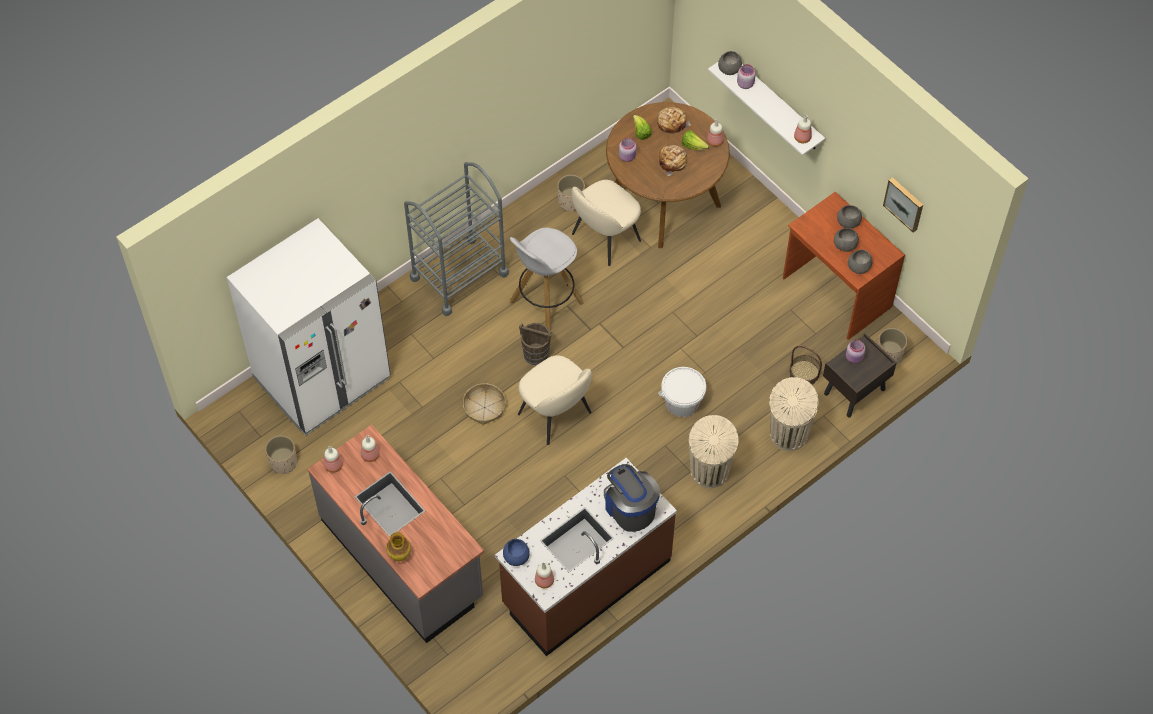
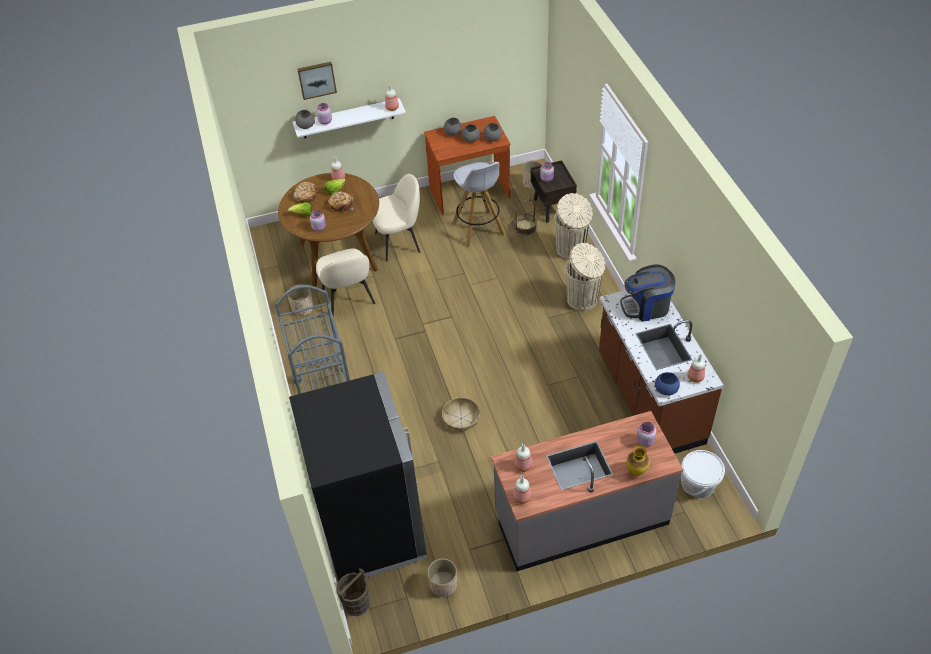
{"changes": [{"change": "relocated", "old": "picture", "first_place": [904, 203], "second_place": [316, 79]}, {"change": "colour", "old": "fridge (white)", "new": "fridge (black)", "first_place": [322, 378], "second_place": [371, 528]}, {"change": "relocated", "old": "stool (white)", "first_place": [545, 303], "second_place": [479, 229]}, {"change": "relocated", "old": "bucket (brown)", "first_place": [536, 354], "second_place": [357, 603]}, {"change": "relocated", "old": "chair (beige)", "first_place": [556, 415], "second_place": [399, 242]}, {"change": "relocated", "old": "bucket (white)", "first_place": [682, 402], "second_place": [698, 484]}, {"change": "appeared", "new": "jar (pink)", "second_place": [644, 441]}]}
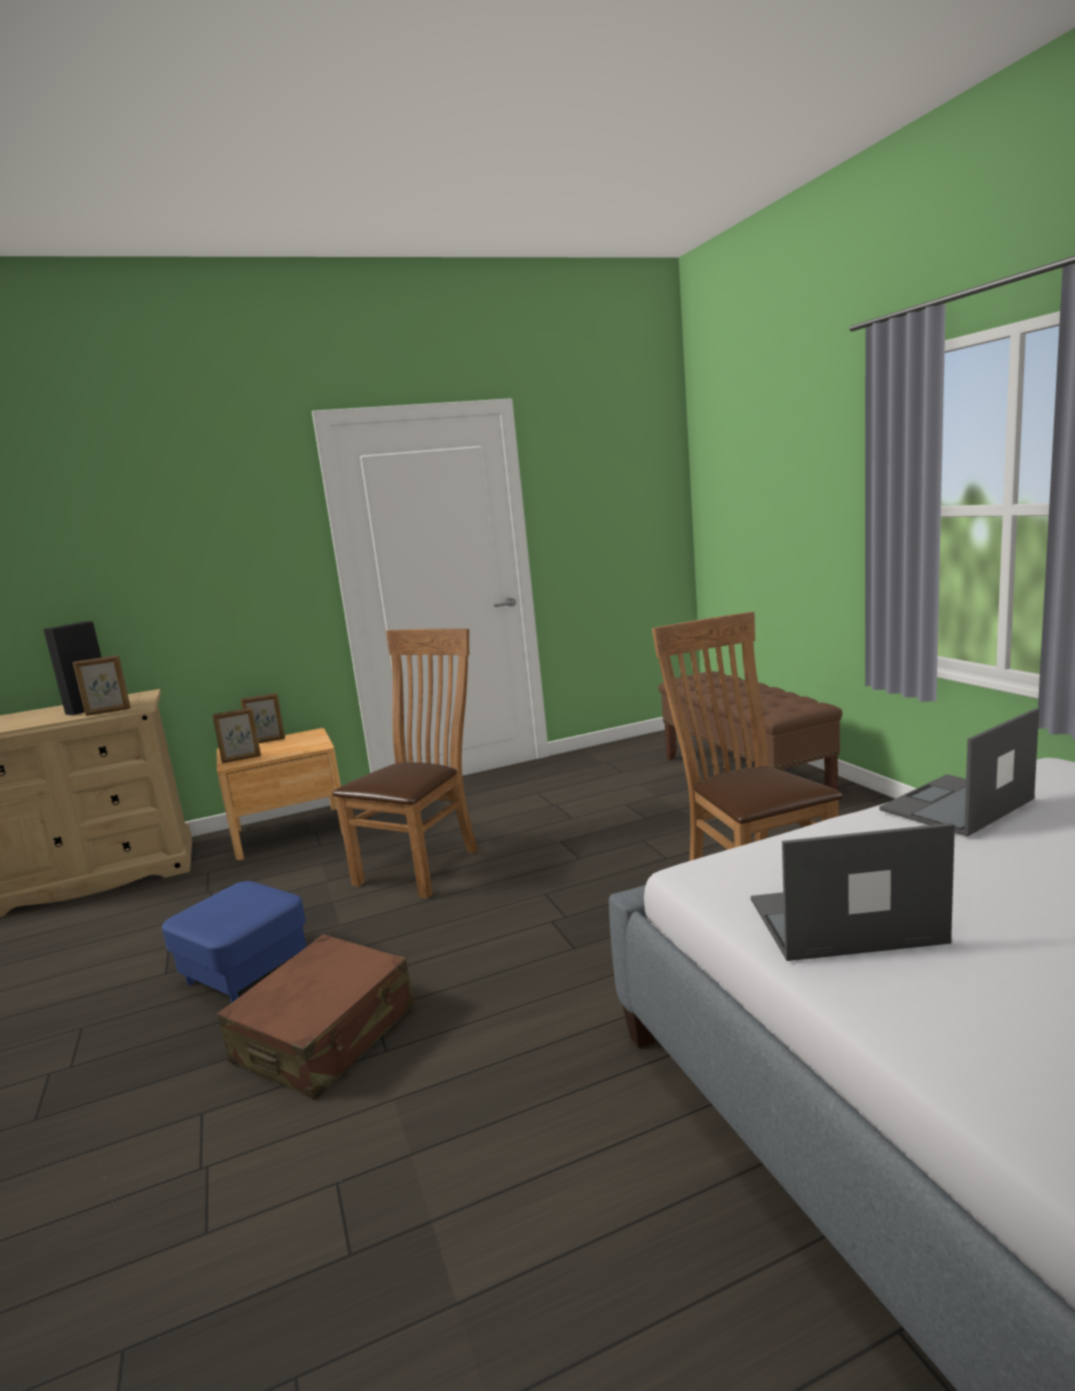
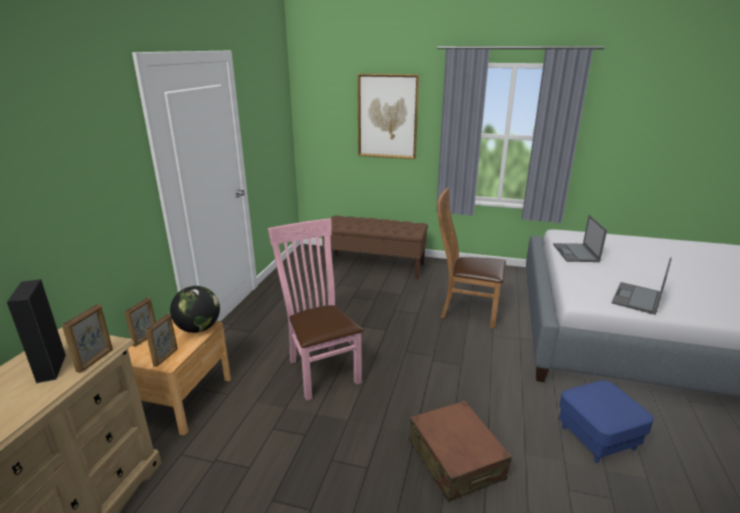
{"changes": [{"change": "colour", "old": "chair (brown)", "new": "chair (pink)", "first_place": [424, 864], "second_place": [321, 369]}, {"change": "relocated", "old": "ottoman (blue)", "first_place": [245, 972], "second_place": [597, 437]}, {"change": "appeared", "new": "picture", "second_place": [387, 116]}, {"change": "appeared", "new": "globe", "second_place": [198, 328]}]}
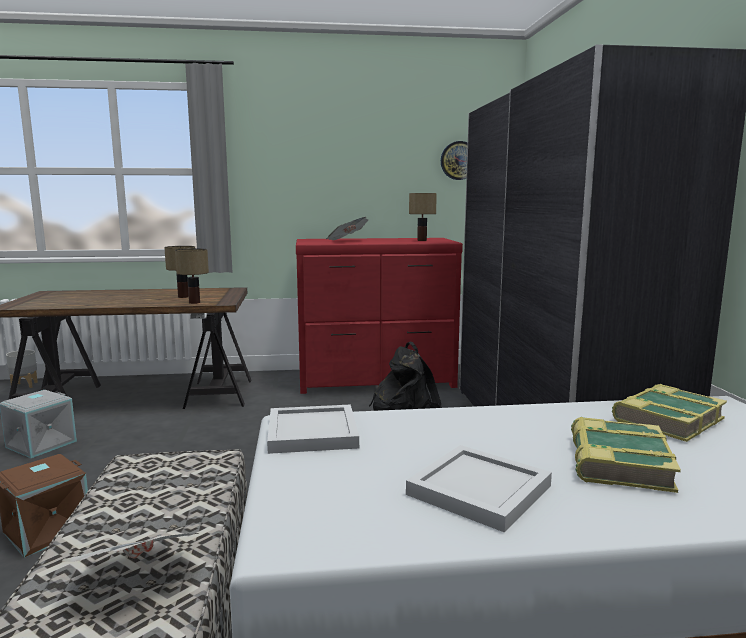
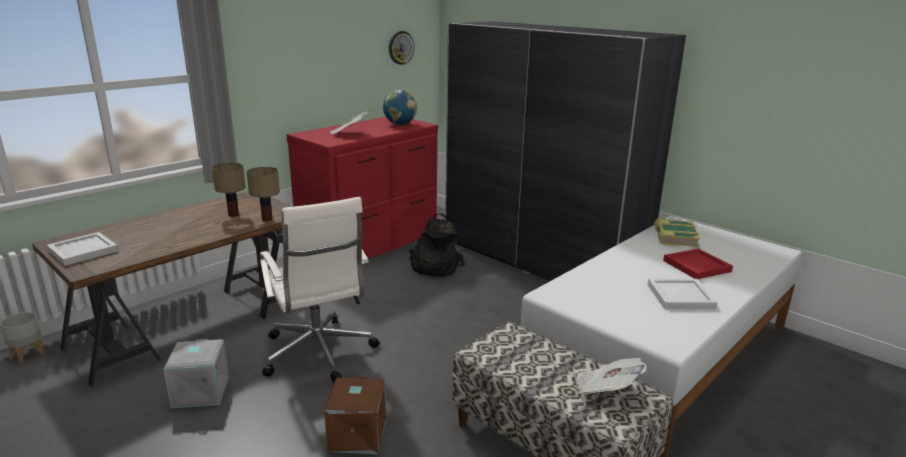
{"changes": [{"change": "exchanged", "old": "table lamp", "new": "globe", "first_place": [422, 240], "second_place": [400, 124]}, {"change": "relocated", "old": "tray (white)", "first_place": [313, 432], "second_place": [84, 250]}, {"change": "exchanged", "old": "book", "new": "tray (red)", "first_place": [618, 463], "second_place": [695, 266]}, {"change": "appeared", "new": "office chair (white)", "second_place": [319, 354]}]}
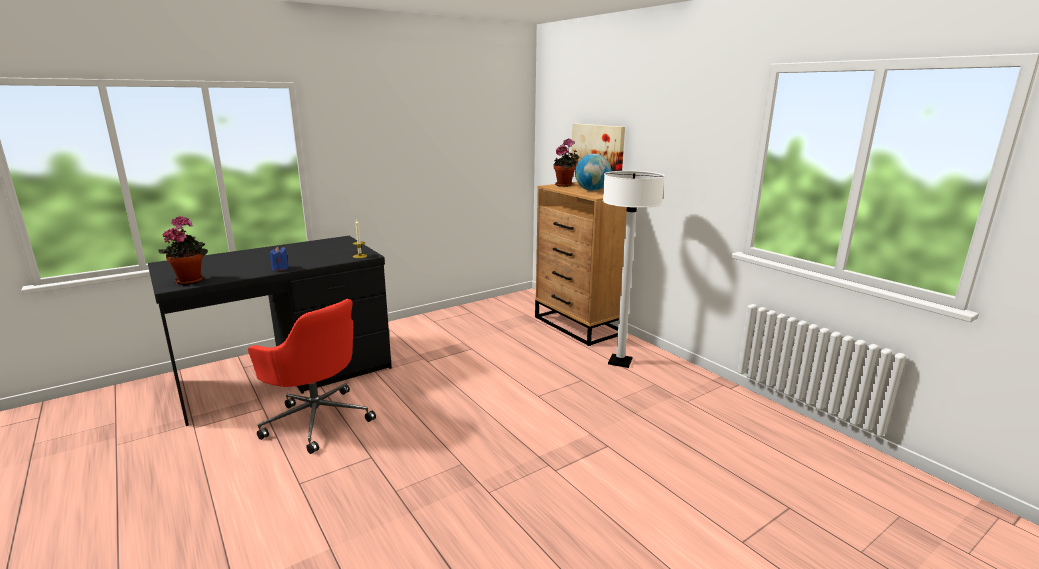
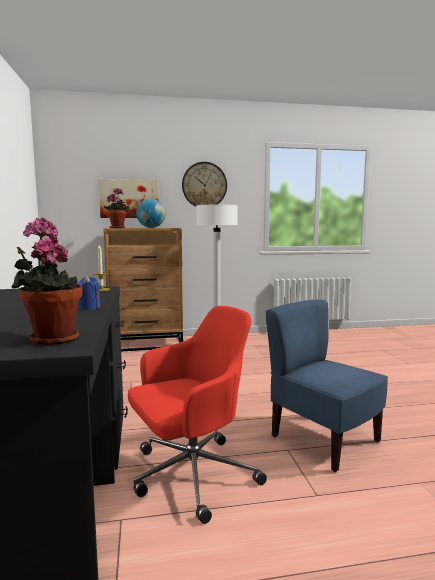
{"changes": [{"change": "appeared", "new": "wall clock", "second_place": [204, 185]}, {"change": "appeared", "new": "chair (blue)", "second_place": [323, 440]}]}
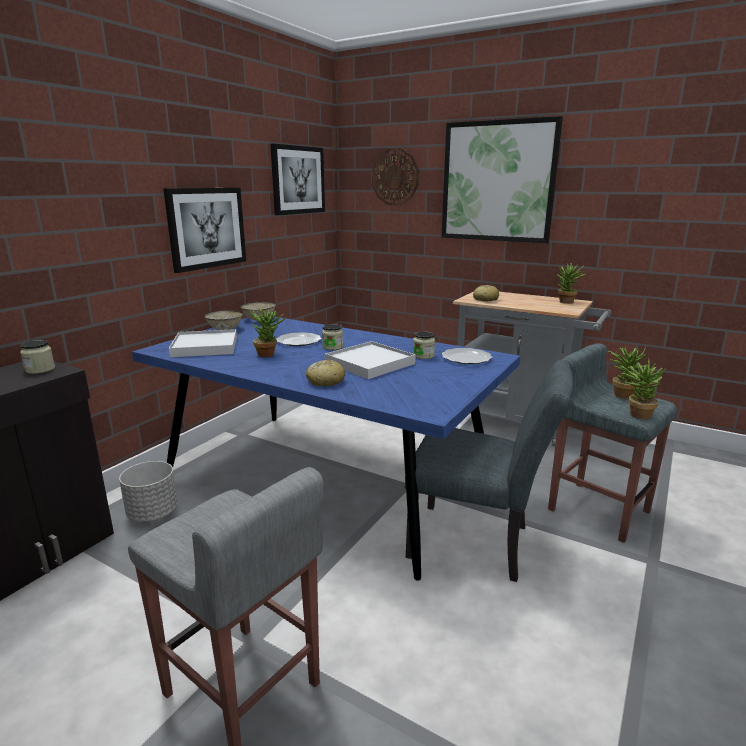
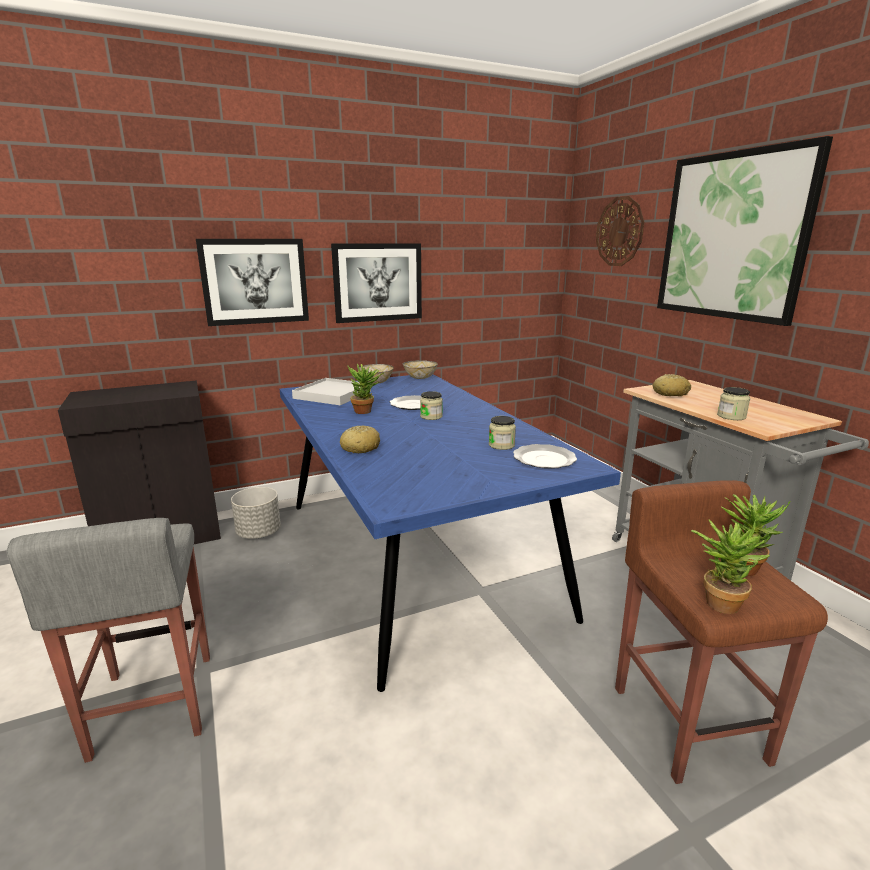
{"changes": [{"change": "relocated", "old": "picture", "first_place": [298, 180], "second_place": [255, 281]}, {"change": "missing", "old": "potted plant", "first_place": [566, 302]}, {"change": "relocated", "old": "jar", "first_place": [40, 369], "second_place": [731, 416]}, {"change": "missing", "old": "tray (white)", "first_place": [370, 363]}, {"change": "colour", "old": "stool (grey)", "new": "stool (brown)", "first_place": [597, 509], "second_place": [687, 721]}, {"change": "missing", "old": "chair (grey)", "first_place": [479, 543]}]}
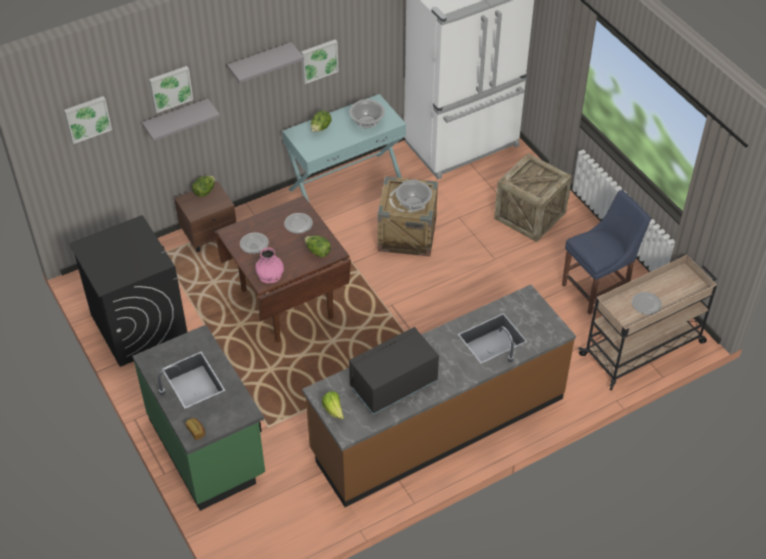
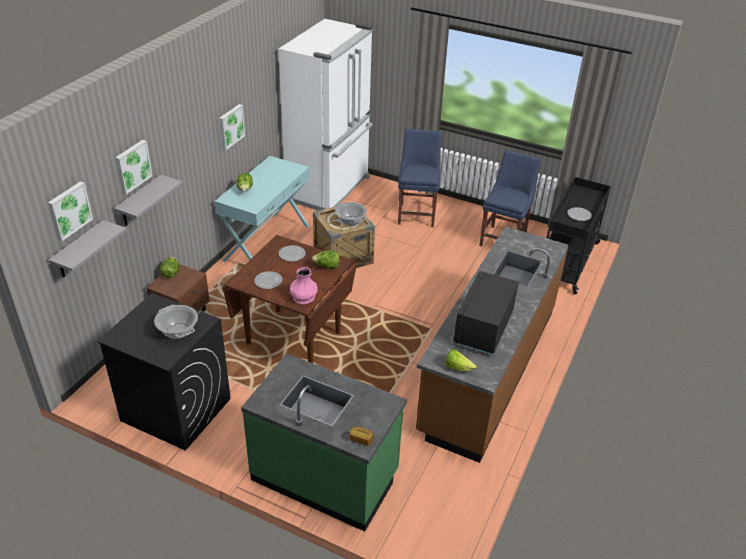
{"changes": [{"change": "relocated", "old": "shelf (grey)", "first_place": [260, 63], "second_place": [79, 250]}, {"change": "relocated", "old": "cooking pot", "first_place": [367, 122], "second_place": [178, 331]}, {"change": "exchanged", "old": "crate", "new": "chair (blue)", "first_place": [530, 215], "second_place": [417, 213]}, {"change": "colour", "old": "cart (beige)", "new": "cart (black)", "first_place": [643, 348], "second_place": [567, 261]}]}
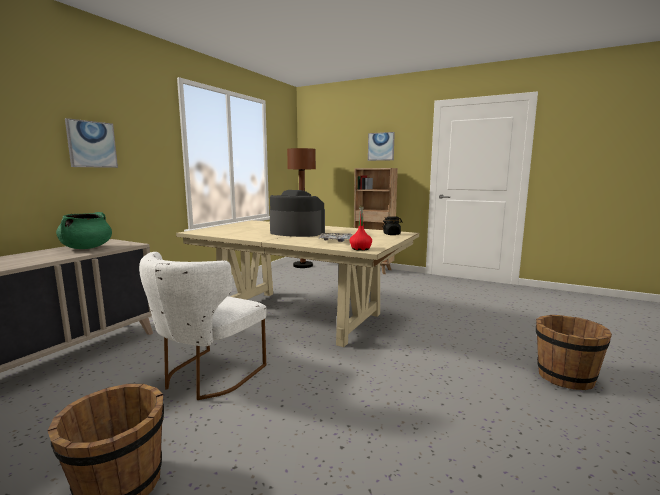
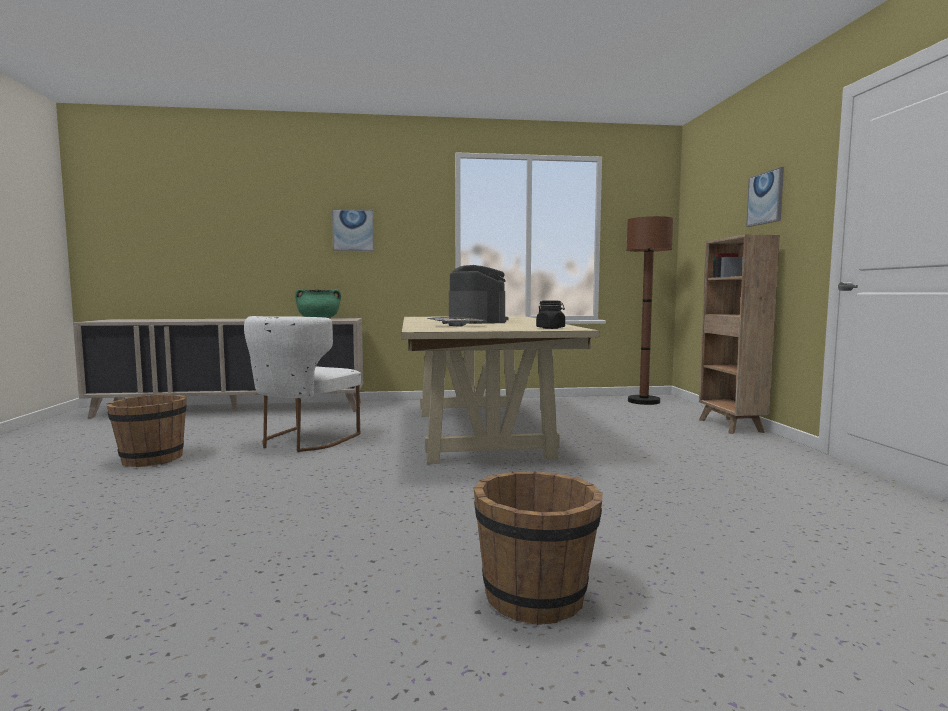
{"changes": [{"change": "missing", "old": "bottle (red)", "first_place": [360, 248]}, {"change": "spun", "old": "chair (white)", "first_place": [207, 376], "second_place": [303, 441], "degrees": -60}]}
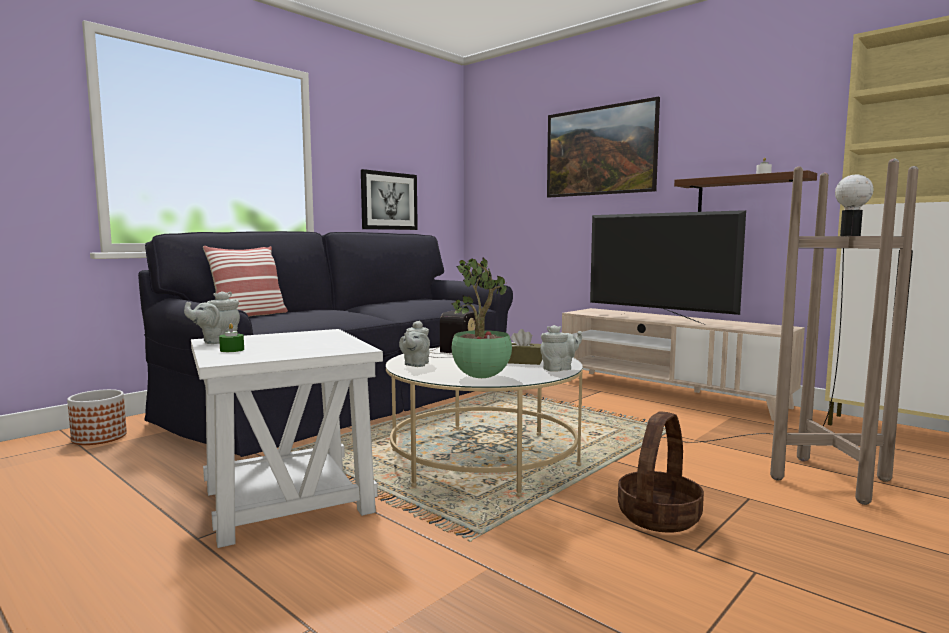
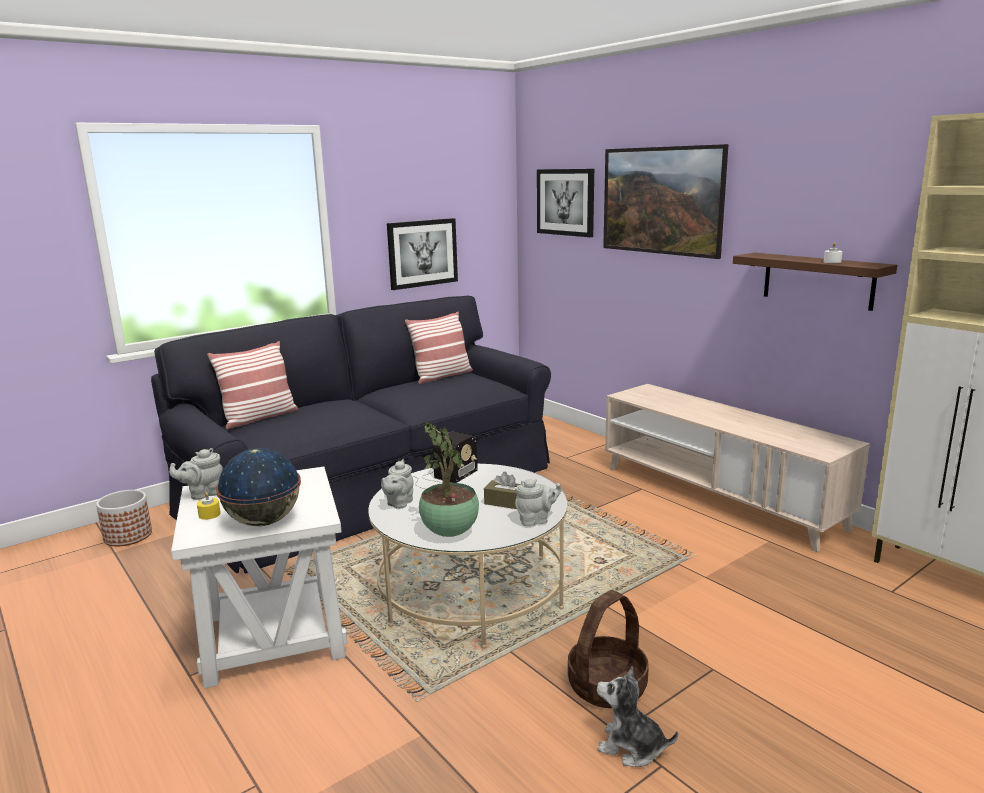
{"changes": [{"change": "missing", "old": "floor lamp (brown)", "first_place": [742, 453]}, {"change": "missing", "old": "television", "first_place": [658, 320]}, {"change": "colour", "old": "candle (green)", "new": "candle (yellow)", "first_place": [232, 350], "second_place": [209, 514]}, {"change": "appeared", "new": "picture", "second_place": [565, 202]}, {"change": "appeared", "new": "pillow", "second_place": [442, 376]}, {"change": "appeared", "new": "globe", "second_place": [264, 521]}, {"change": "appeared", "new": "plush toy", "second_place": [631, 747]}]}
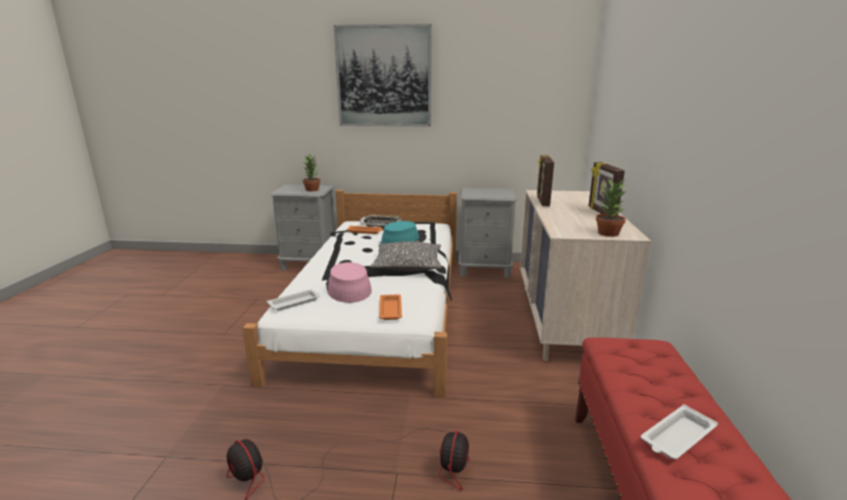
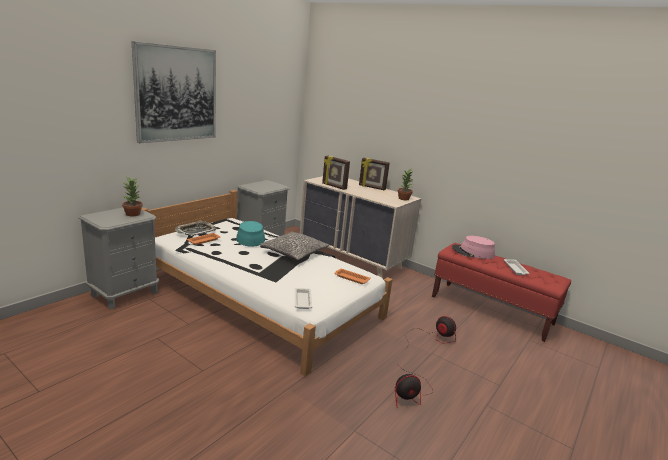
{"changes": [{"change": "relocated", "old": "hat (pink)", "first_place": [347, 288], "second_place": [472, 252]}]}
